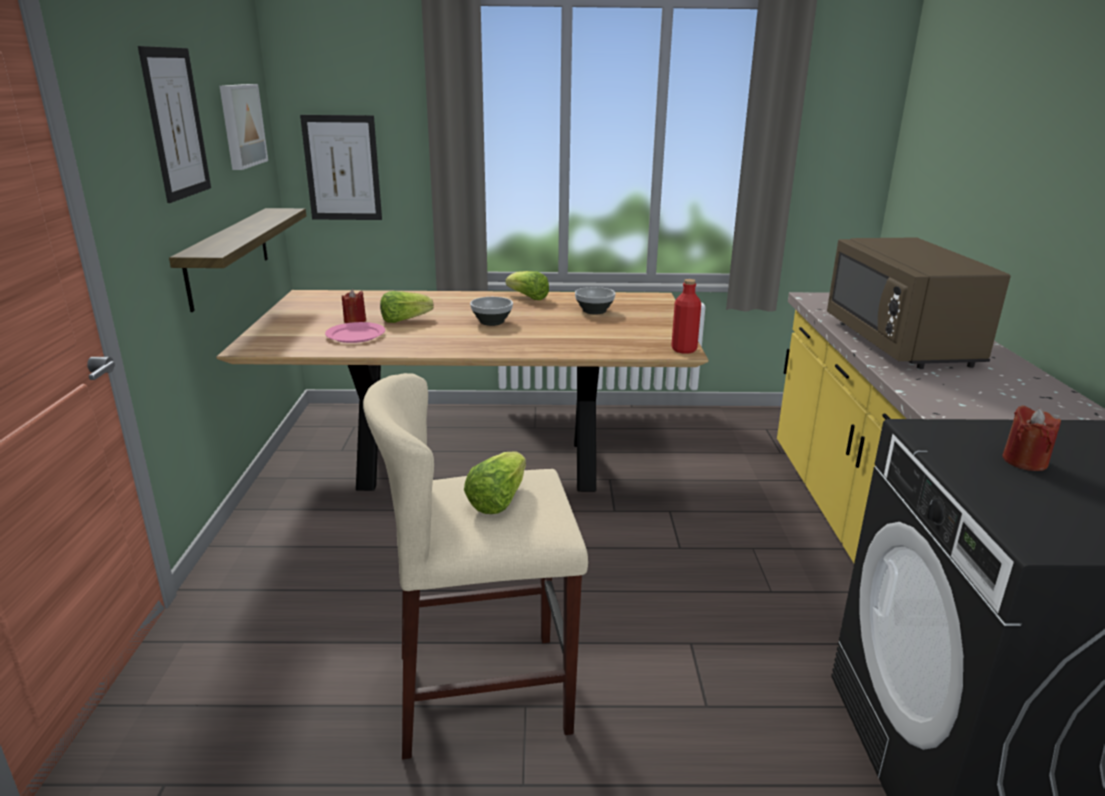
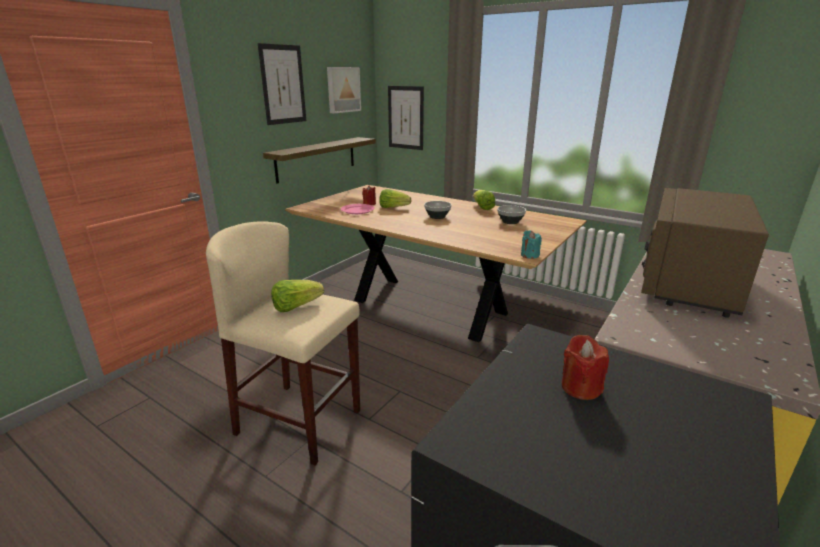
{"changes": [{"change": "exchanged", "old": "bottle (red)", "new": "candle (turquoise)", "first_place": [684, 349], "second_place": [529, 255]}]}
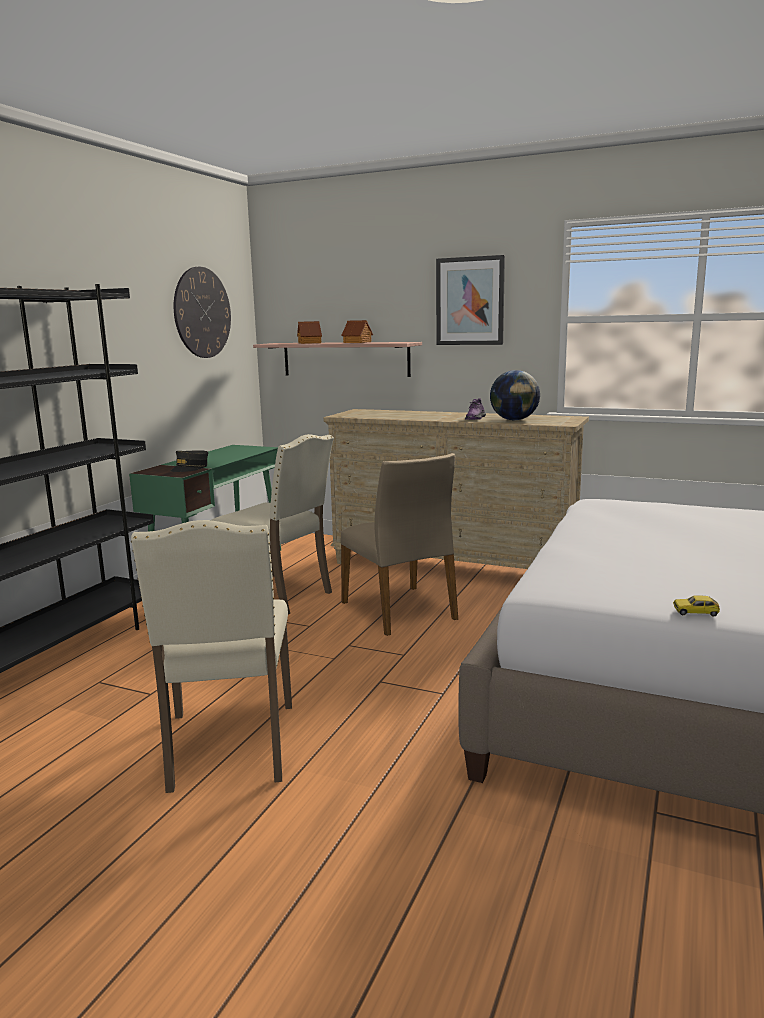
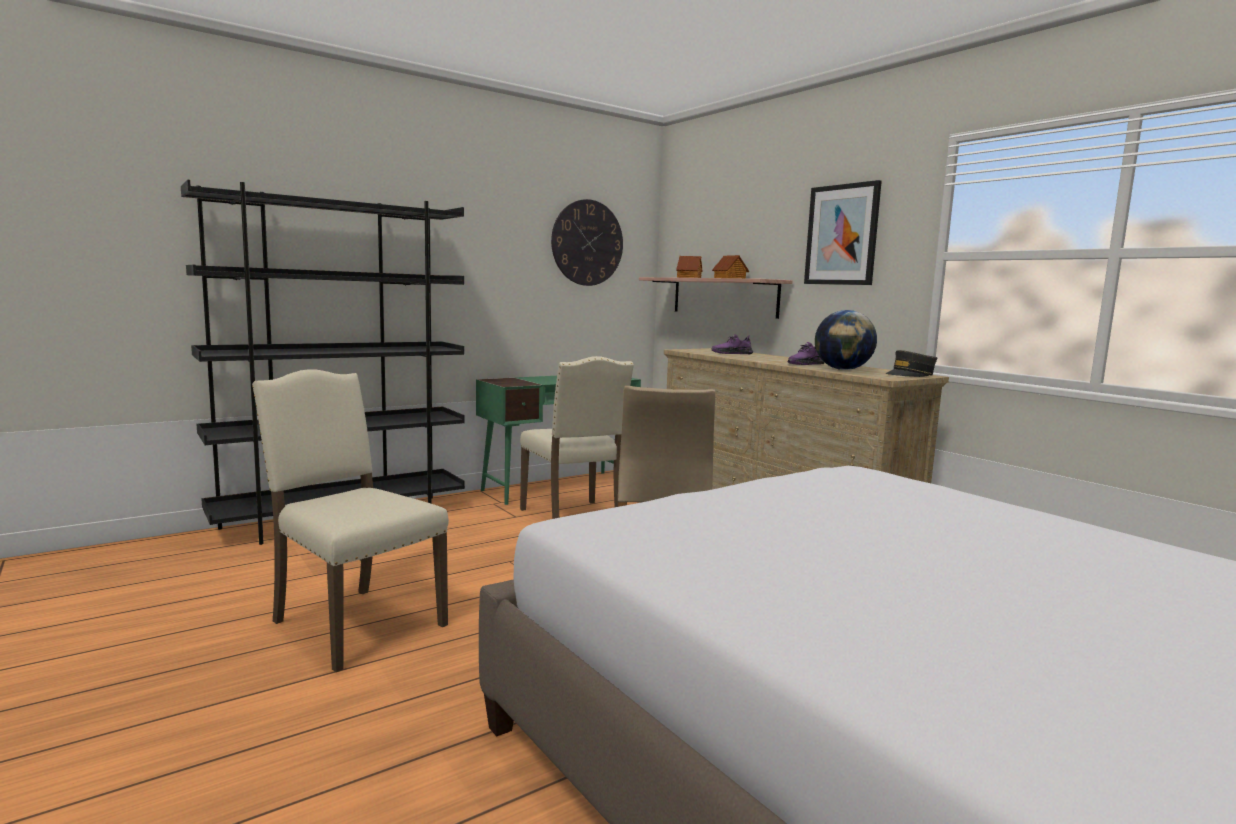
{"changes": [{"change": "relocated", "old": "cap (grey)", "first_place": [190, 468], "second_place": [910, 375]}, {"change": "spun", "old": "chair (beige)", "first_place": [229, 747], "second_place": [353, 623], "degrees": 105}, {"change": "missing", "old": "toy car", "first_place": [695, 612]}, {"change": "appeared", "new": "shoe (purple)", "second_place": [731, 353]}]}
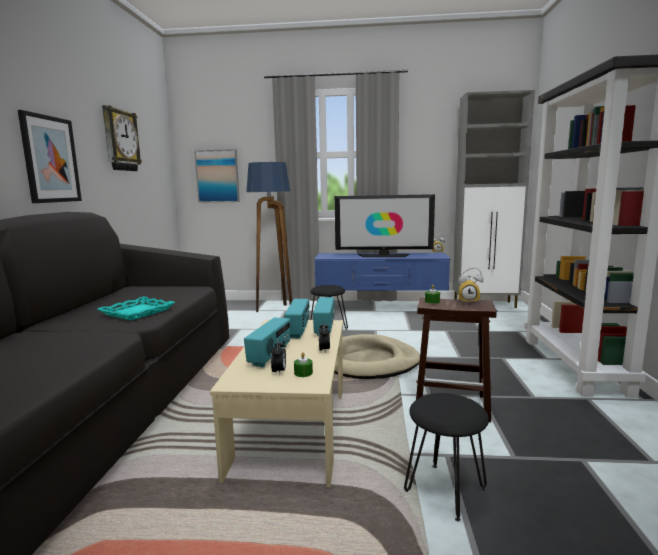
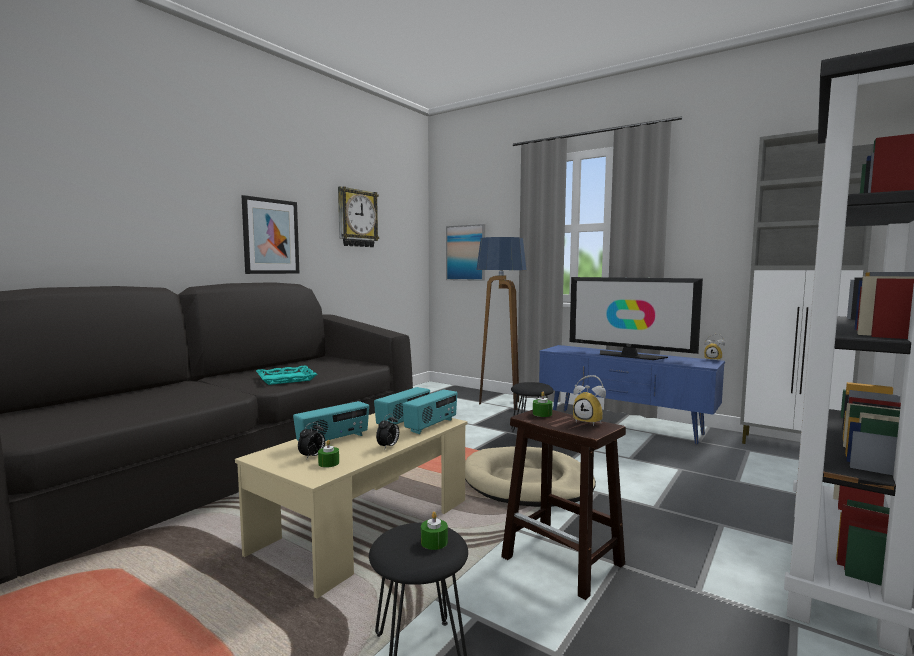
{"changes": [{"change": "appeared", "new": "candle (green)", "second_place": [434, 542]}]}
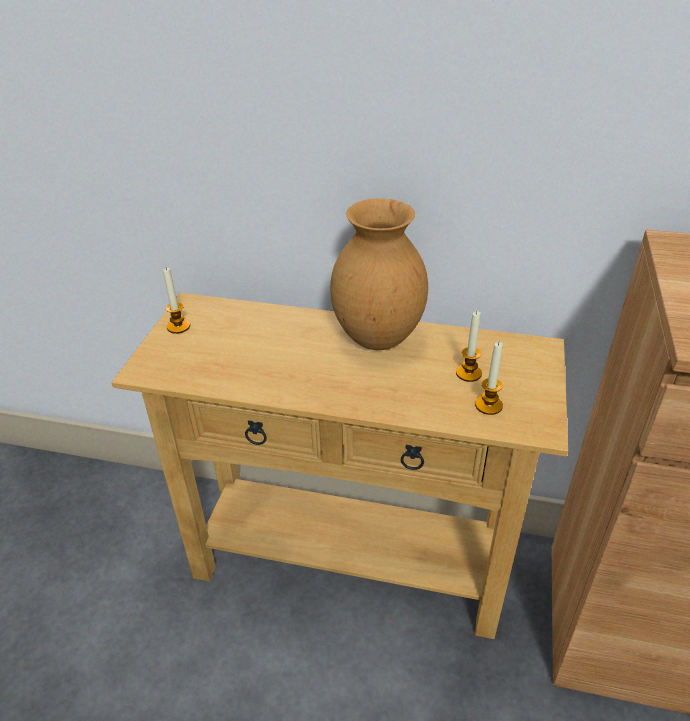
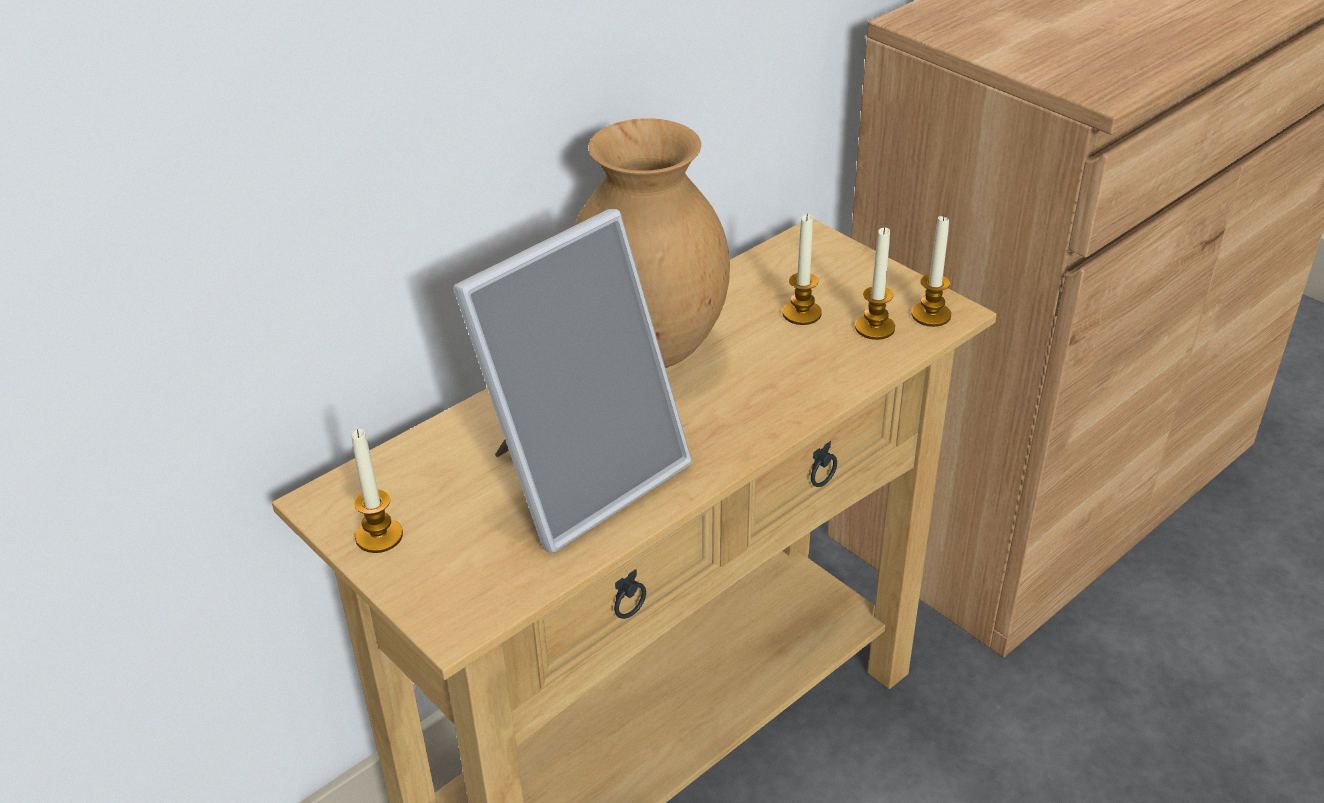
{"changes": [{"change": "appeared", "new": "picture frame", "second_place": [580, 475]}, {"change": "appeared", "new": "candle", "second_place": [931, 315]}]}
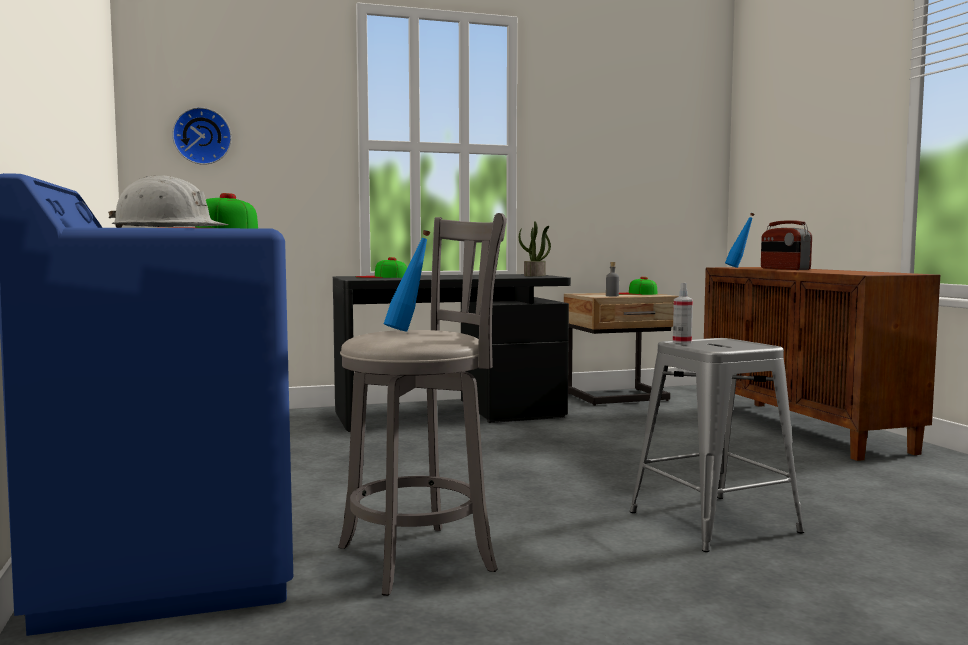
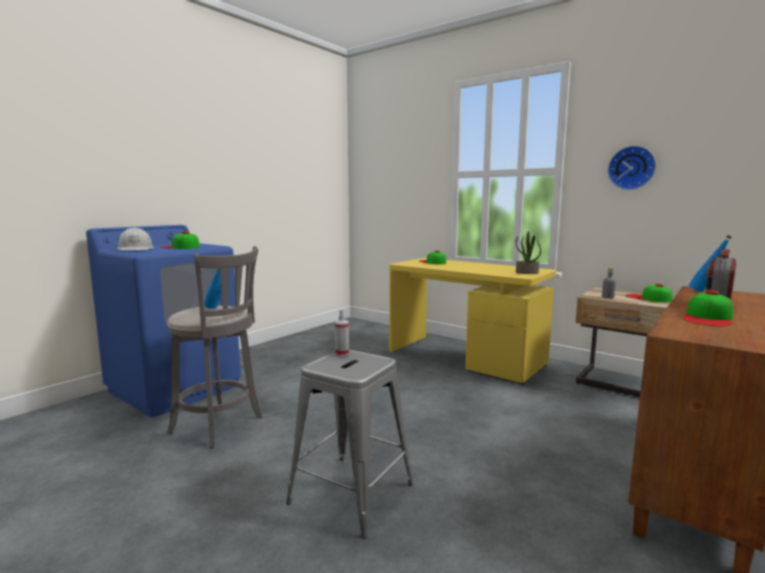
{"changes": [{"change": "relocated", "old": "wall clock", "first_place": [202, 136], "second_place": [631, 168]}, {"change": "colour", "old": "desk (black)", "new": "desk (yellow)", "first_place": [450, 415], "second_place": [466, 358]}, {"change": "appeared", "new": "cap", "second_place": [708, 318]}]}
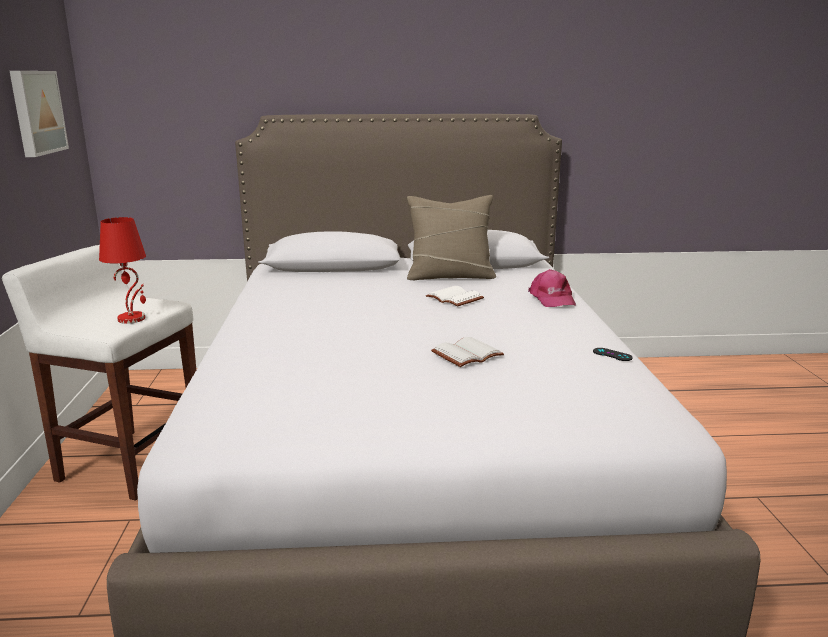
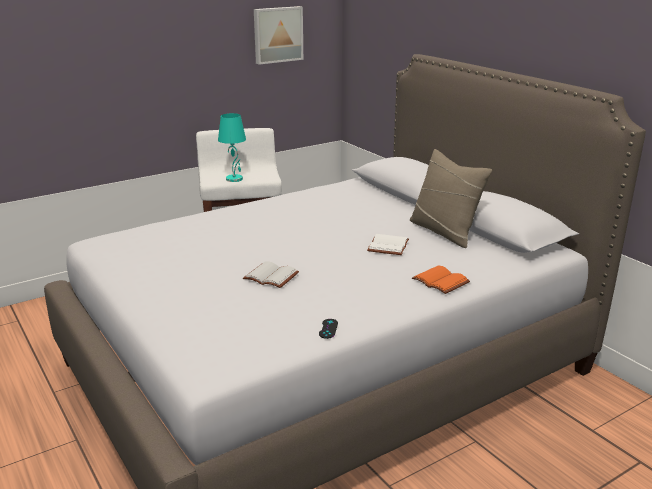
{"changes": [{"change": "colour", "old": "table lamp (red)", "new": "table lamp (turquoise)", "first_place": [132, 319], "second_place": [234, 179]}, {"change": "exchanged", "old": "cap (pink)", "new": "book (orange)", "first_place": [552, 299], "second_place": [442, 281]}]}
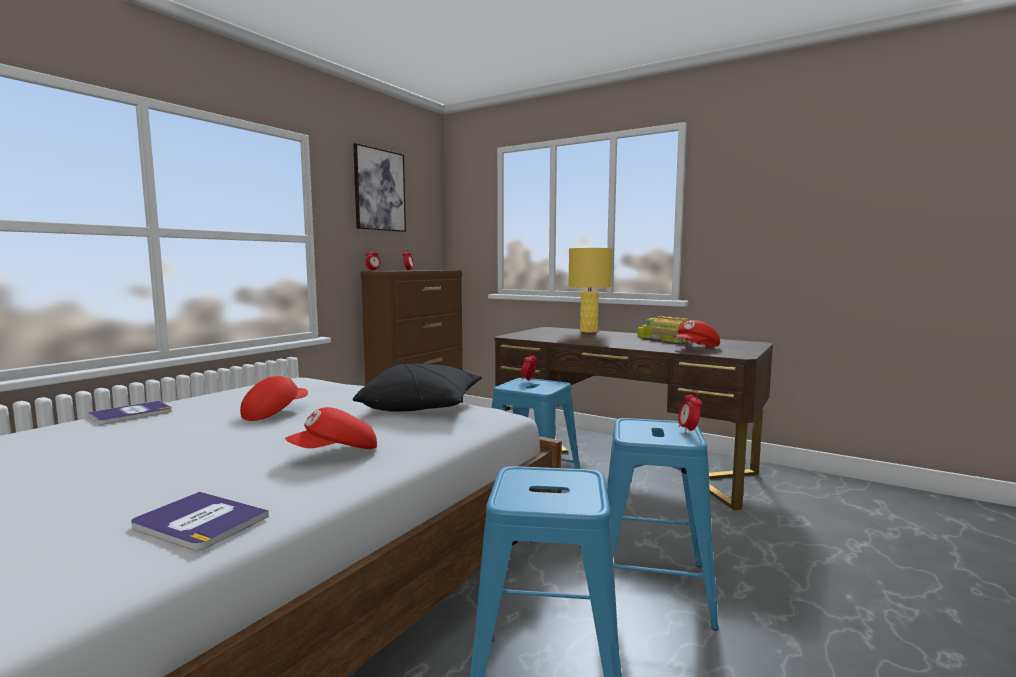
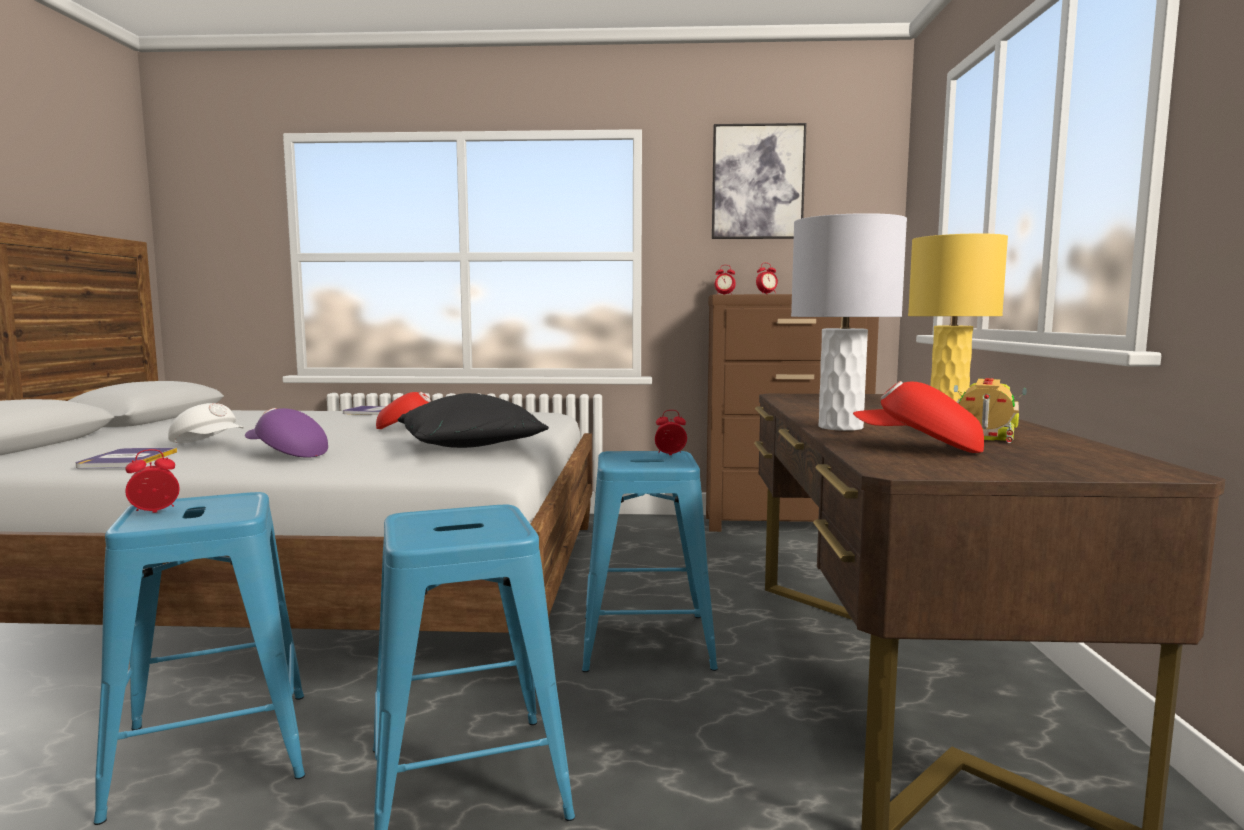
{"changes": [{"change": "relocated", "old": "alarm clock", "first_place": [688, 430], "second_place": [155, 512]}, {"change": "colour", "old": "cap (red)", "new": "cap (purple)", "first_place": [335, 453], "second_place": [286, 454]}, {"change": "appeared", "new": "table lamp (grey)", "second_place": [839, 427]}, {"change": "appeared", "new": "cap (white)", "second_place": [209, 444]}]}
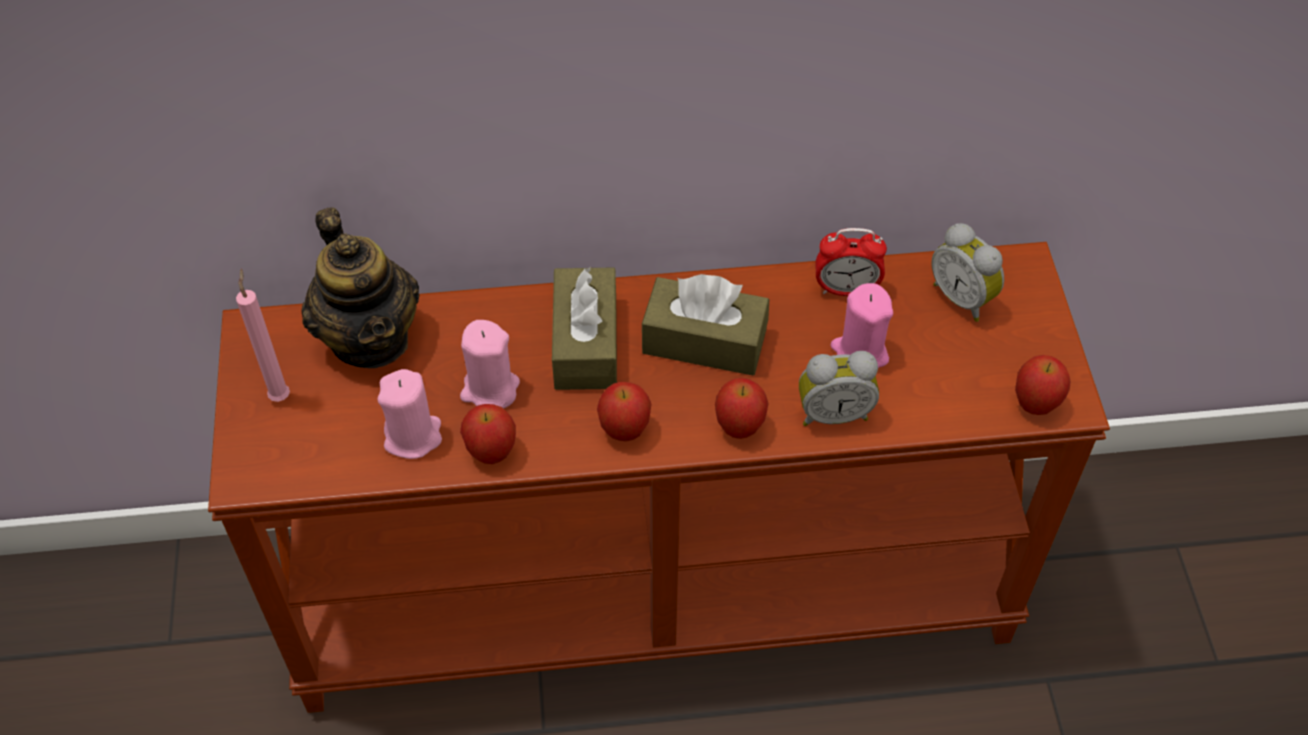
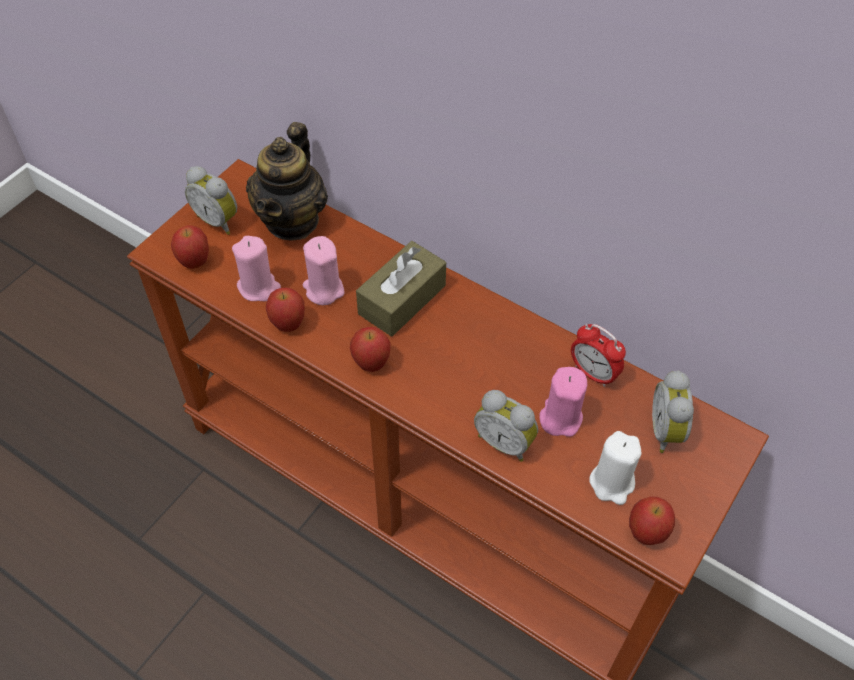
{"changes": [{"change": "exchanged", "old": "candle (pink)", "new": "alarm clock", "first_place": [280, 394], "second_place": [219, 220]}, {"change": "missing", "old": "tissue box (brown)", "first_place": [704, 341]}, {"change": "relocated", "old": "apple", "first_place": [739, 427], "second_place": [195, 262]}, {"change": "appeared", "new": "candle (white)", "second_place": [612, 483]}]}
